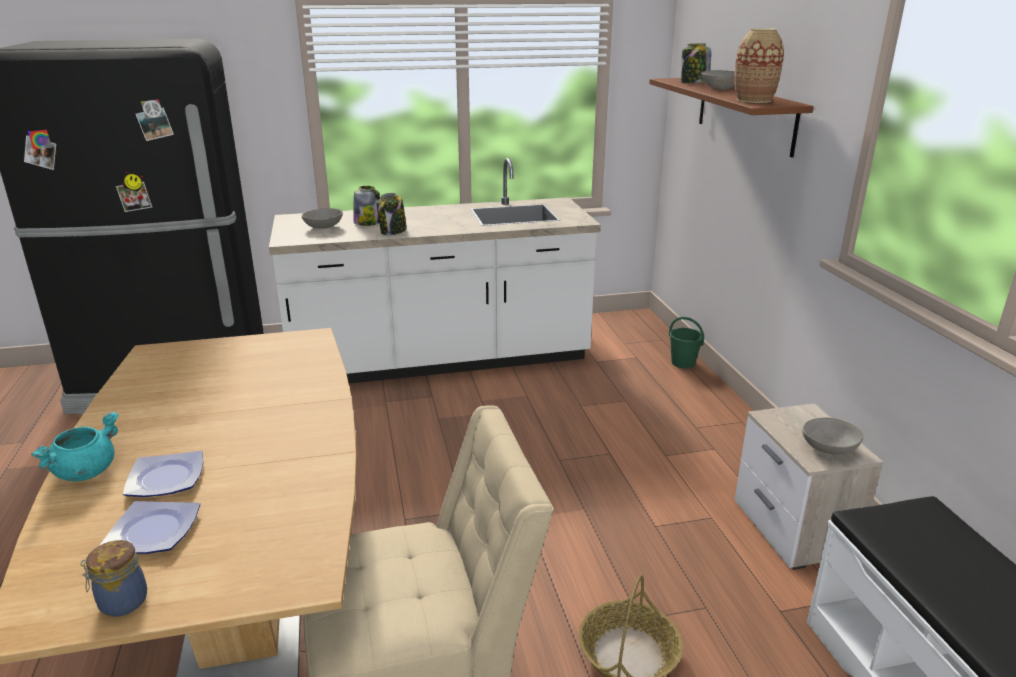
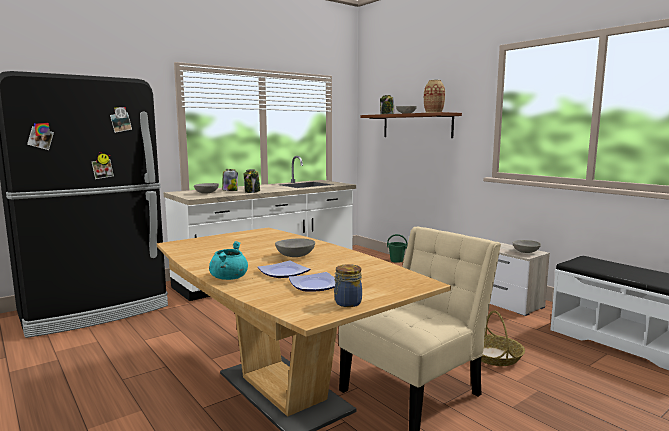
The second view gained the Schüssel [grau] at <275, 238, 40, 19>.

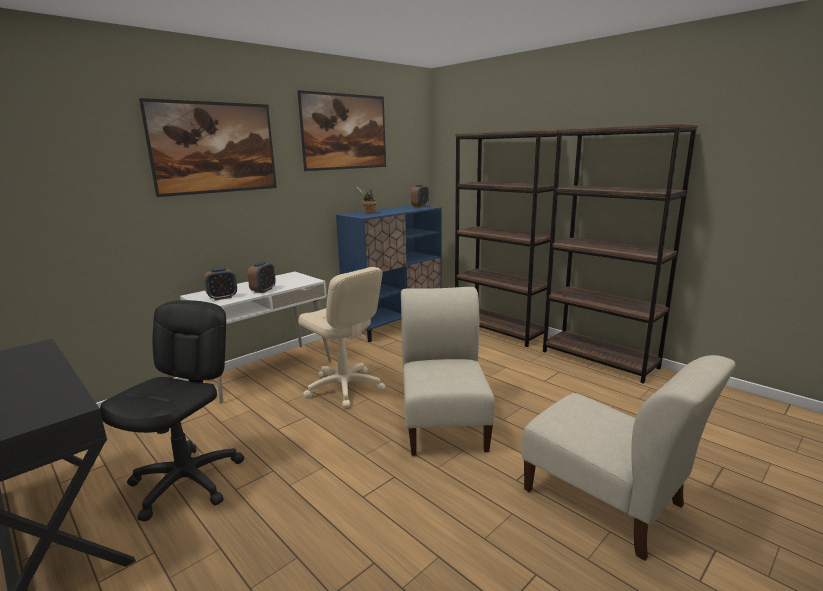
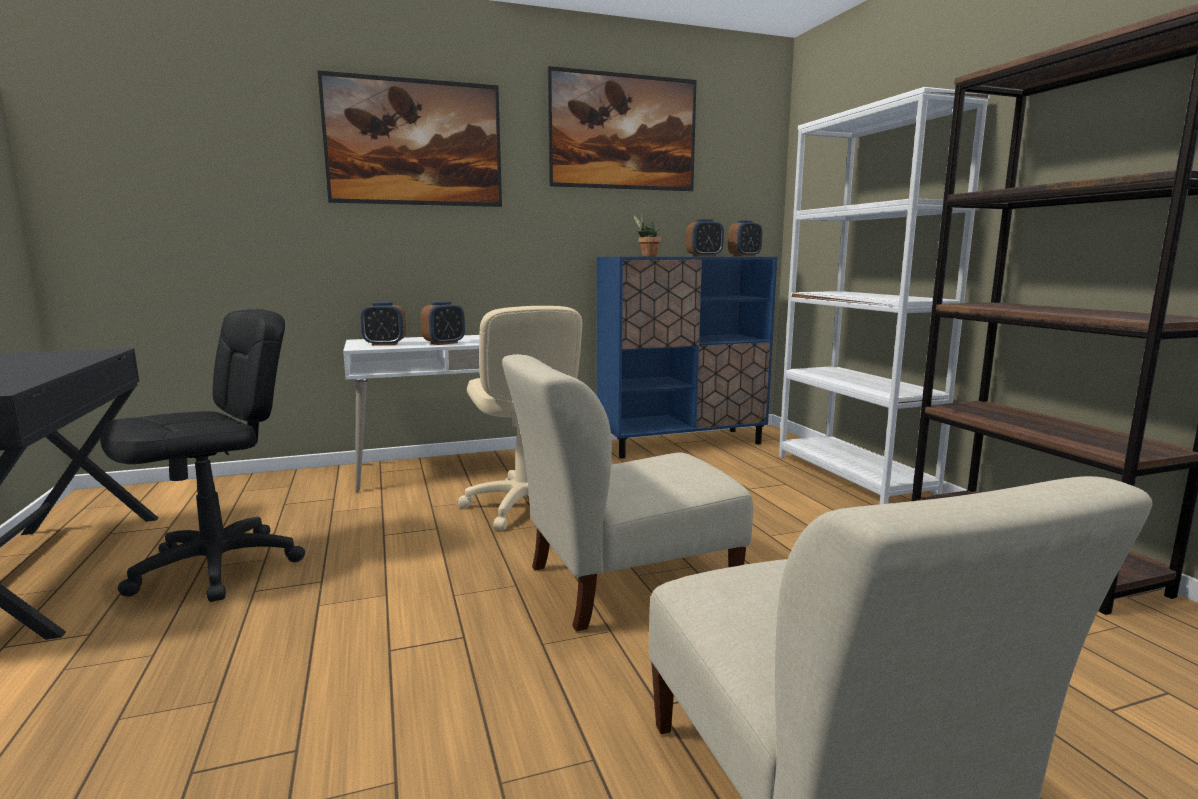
What was the Bücherregal [braun] at <455, 130, 102, 217> turned into the Bücherregal [weiß] at <779, 87, 211, 417>.
The Stuhl [beige] at <401, 287, 94, 169> ended up facing another way, 135 degrees counterclockwise from before.
The second view gained the Wecker at <686, 219, 38, 37>.

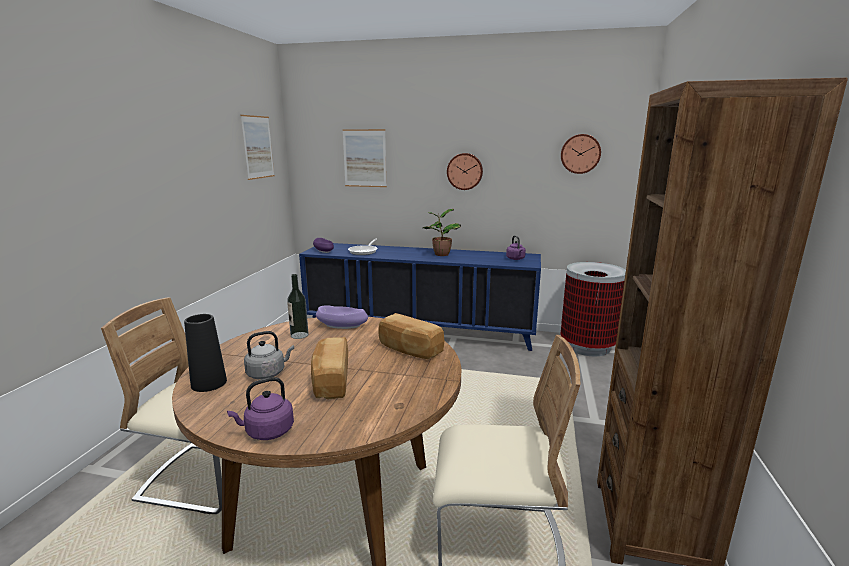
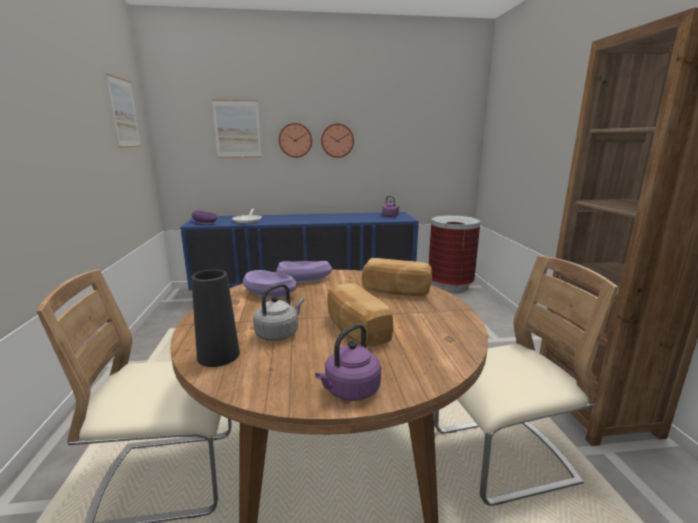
The Wanduhr ended up elsewhere, having gone from <561, 134, 40, 40> to <279, 123, 33, 35>.
The second view lost the Topfpflanze at <423, 209, 38, 47>.
Where the Flasche stood at <287, 274, 22, 65>, the Schüssel [lila] came to stand at <243, 270, 54, 29>.

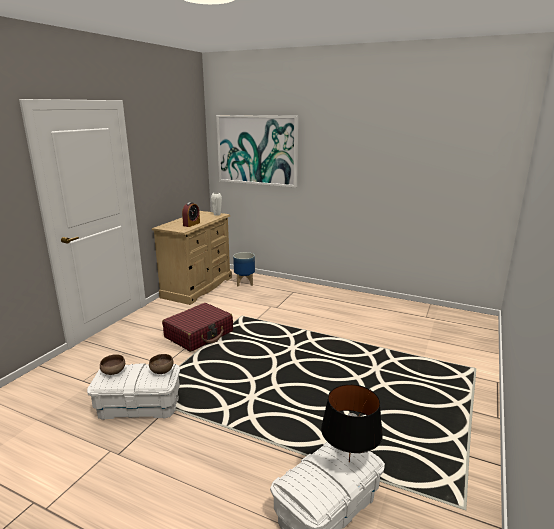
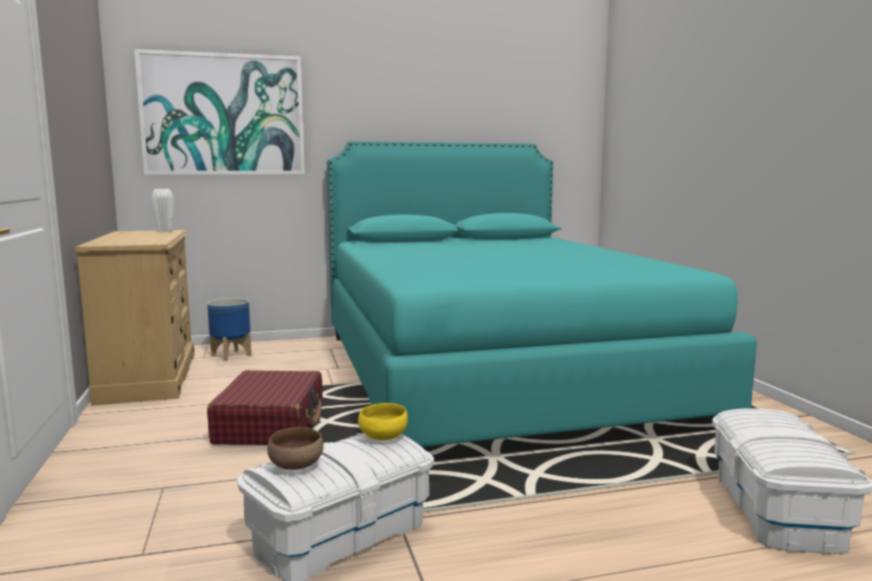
The second view lost the Wecker at <182, 202, 18, 25>.
What was the Schüssel [braun] at <149, 354, 25, 20> turned into the Schüssel [gelb] at <358, 403, 50, 37>.
The second view lost the Tischlampe [schwarz] at <321, 384, 62, 78>.
The second view gained the Bett [türkis] at <327, 141, 430, 306>.

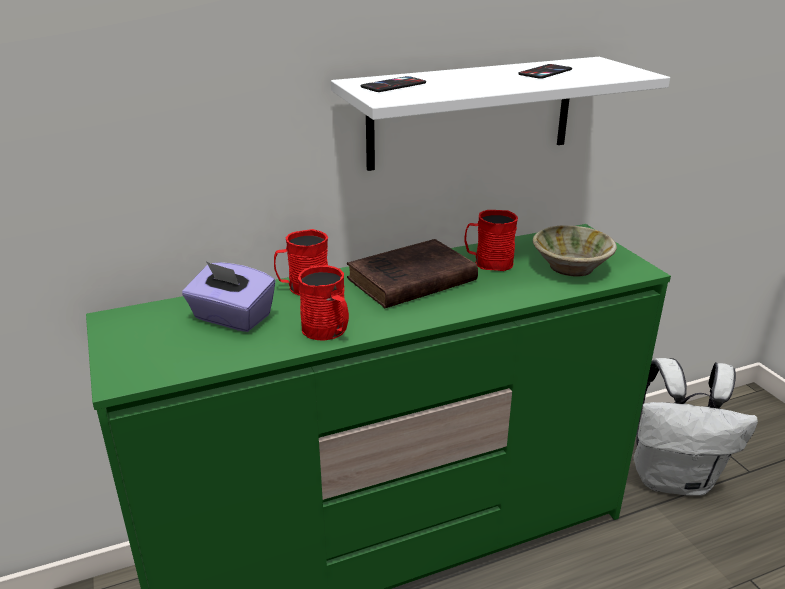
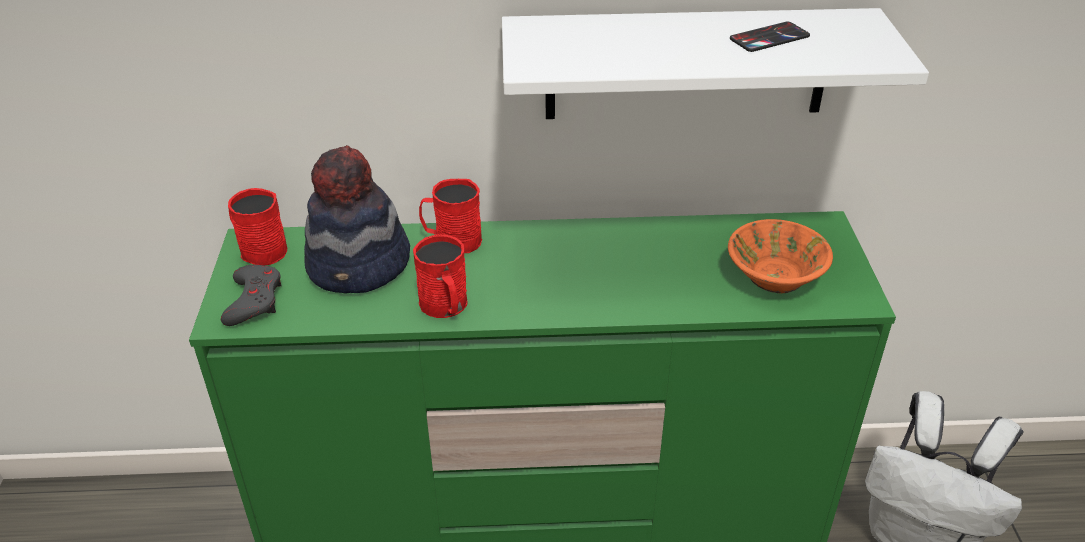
The second view lost the Handy at <361, 76, 65, 16>.
The Henkelbecher [rot] ended up elsewhere, having gone from <464, 210, 54, 61> to <228, 188, 59, 77>.
What was the Schüssel [beige] at <533, 225, 84, 52> turned into the Schüssel [orange] at <728, 219, 105, 74>.
The second view lost the Buch [braun] at <347, 239, 131, 69>.
Where the Taschentuchbox [lila] stood at <182, 261, 94, 71>, the Hut came to stand at <304, 145, 106, 149>.
The second view gained the Gamepad [grau] at <221, 265, 61, 61>.

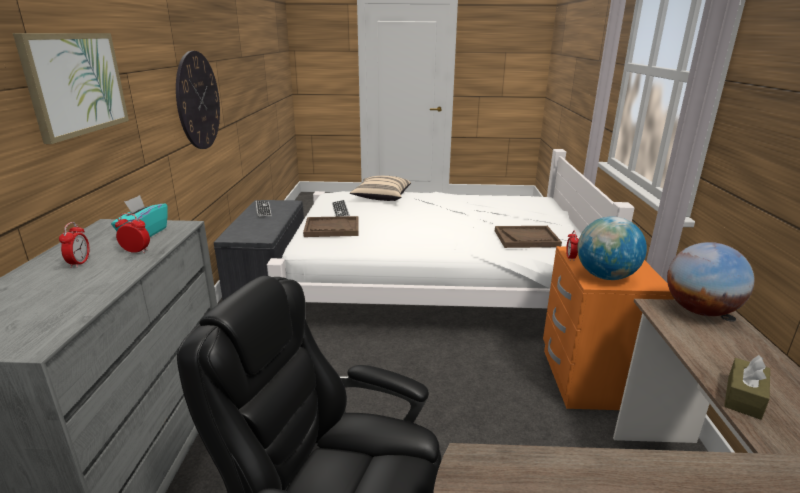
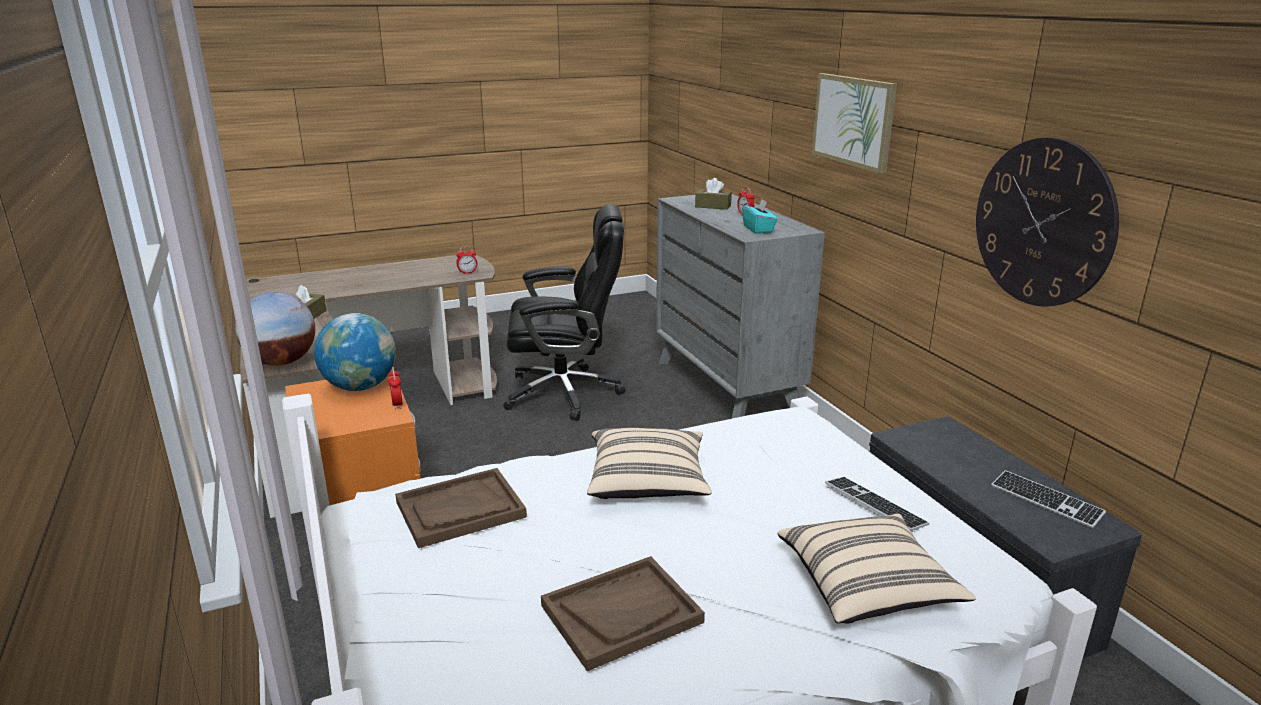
The Wecker ended up elsewhere, having gone from <115, 213, 35, 40> to <456, 246, 21, 28>.
The Tablett [braun] ended up elsewhere, having gone from <303, 216, 56, 21> to <541, 556, 164, 115>.
The second view gained the Taschentuchbox [braun] at <695, 178, 37, 32>.
The second view gained the Kissen [beige] at <587, 428, 125, 71>.

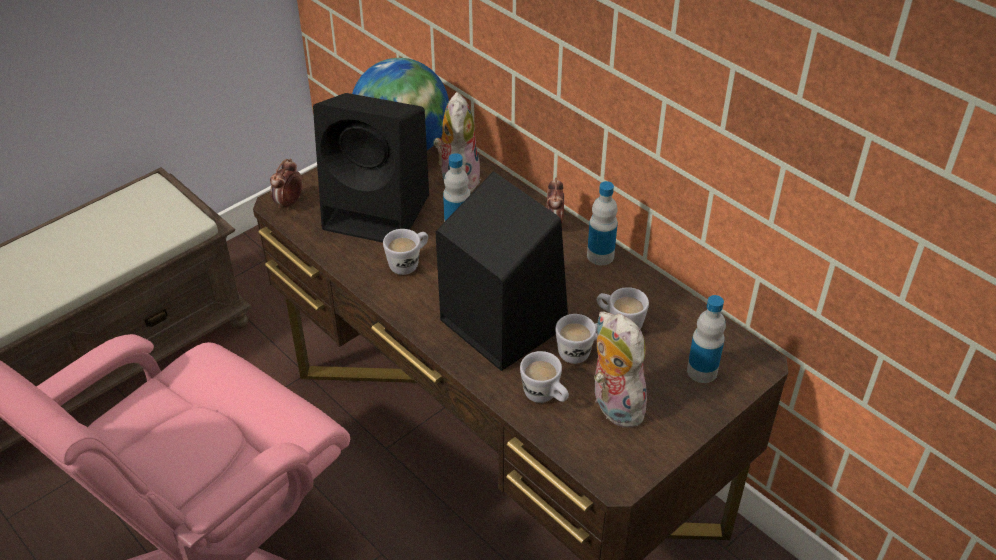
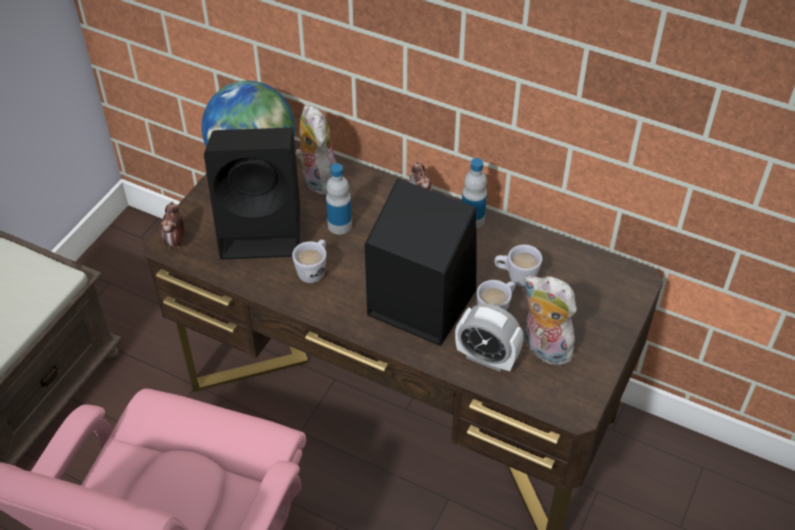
The second view lost the Flasche at <687, 295, 39, 88>.
Where the Henkelbecher [weiß] stood at <520, 351, 49, 52>, the Wecker came to stand at <455, 303, 69, 69>.

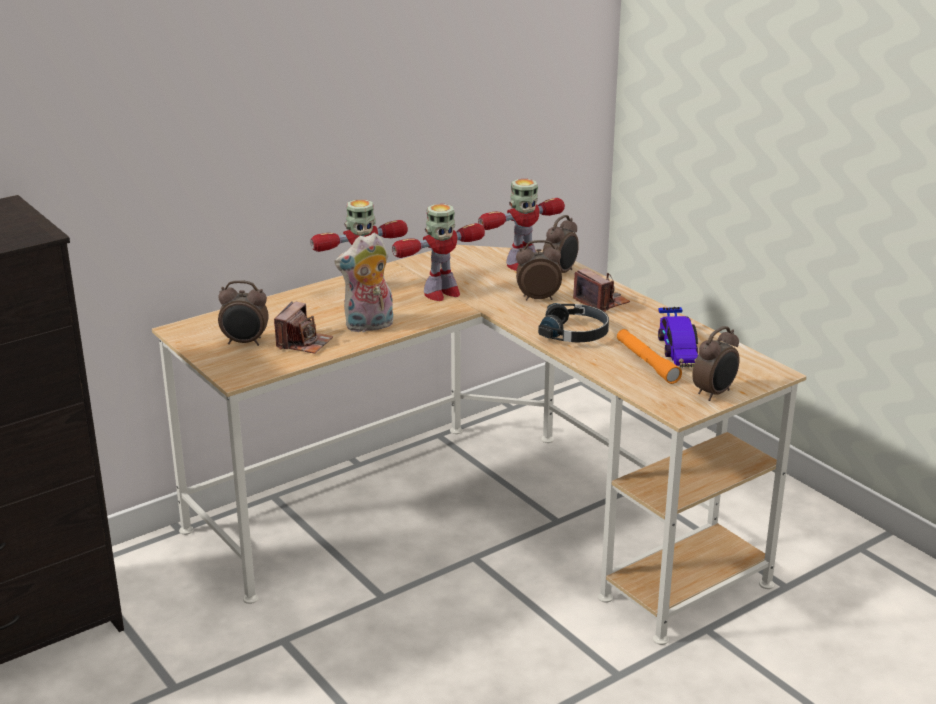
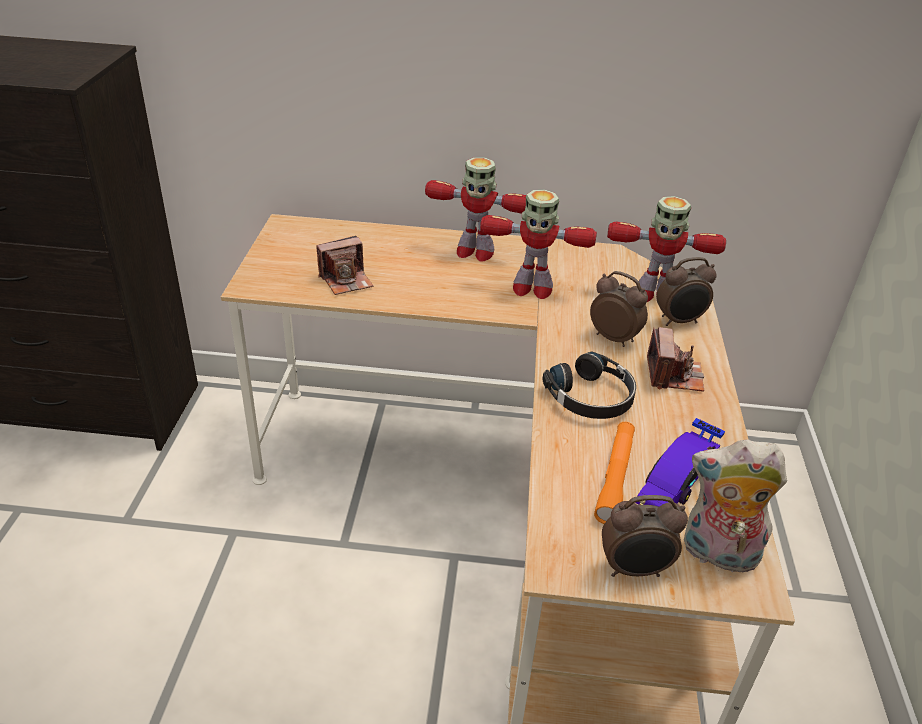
The Plüschtier ended up elsewhere, having gone from <335, 233, 58, 99> to <684, 439, 103, 138>.
The second view lost the Wecker at <218, 280, 51, 66>.

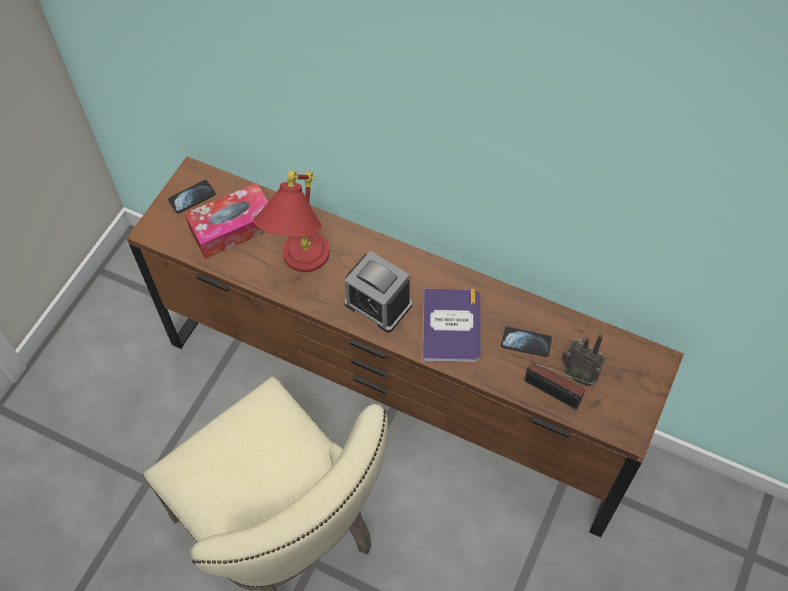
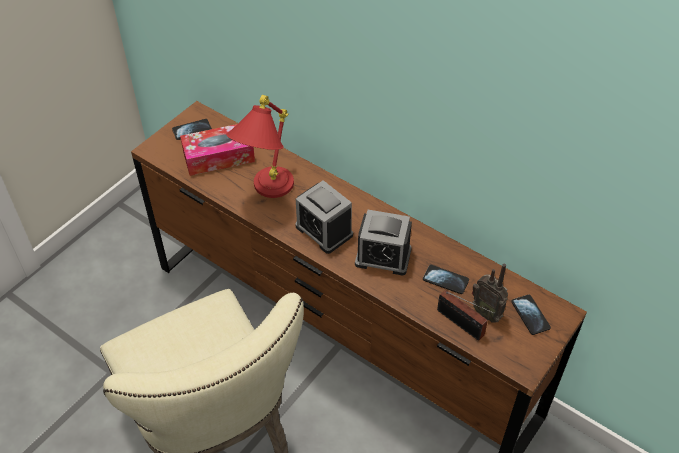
Where the Buch stood at <422, 288, 59, 74>, the Wecker came to stand at <355, 210, 57, 66>.
The second view gained the Handy at <511, 294, 40, 41>.

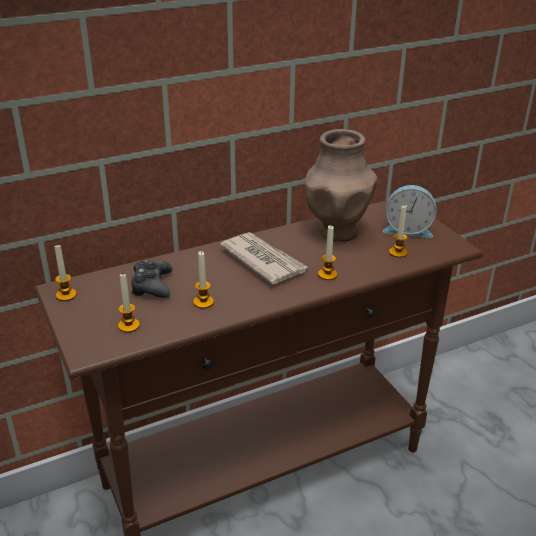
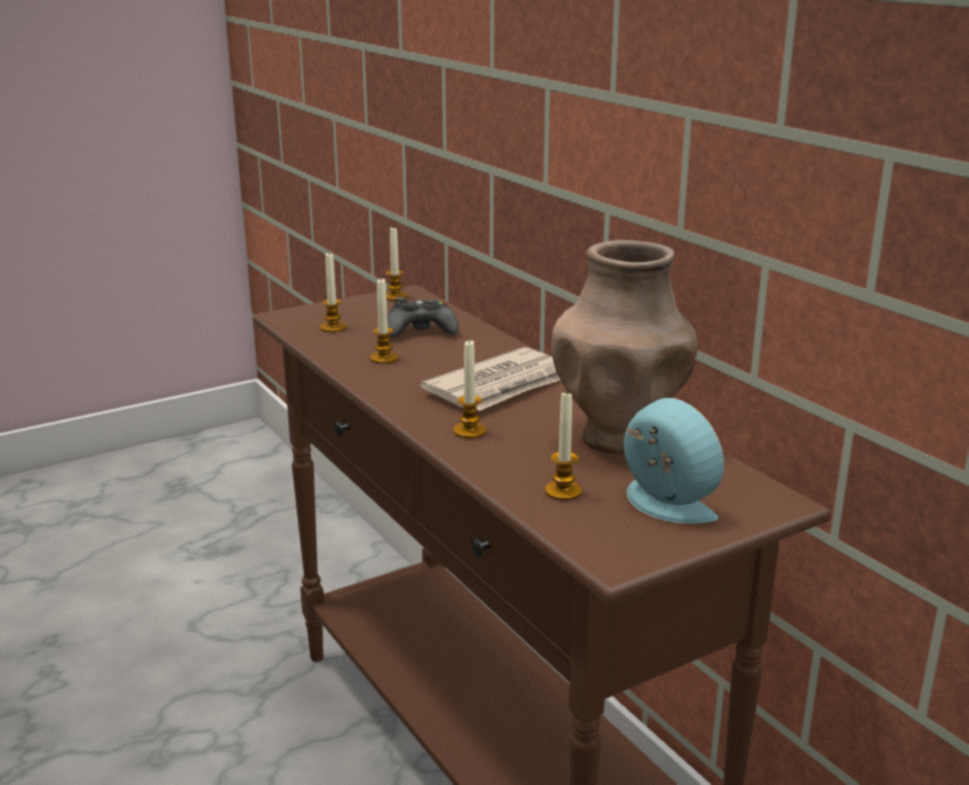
The Wecker at <383, 185, 54, 53> ended up facing another way, 135 degrees clockwise from before.

